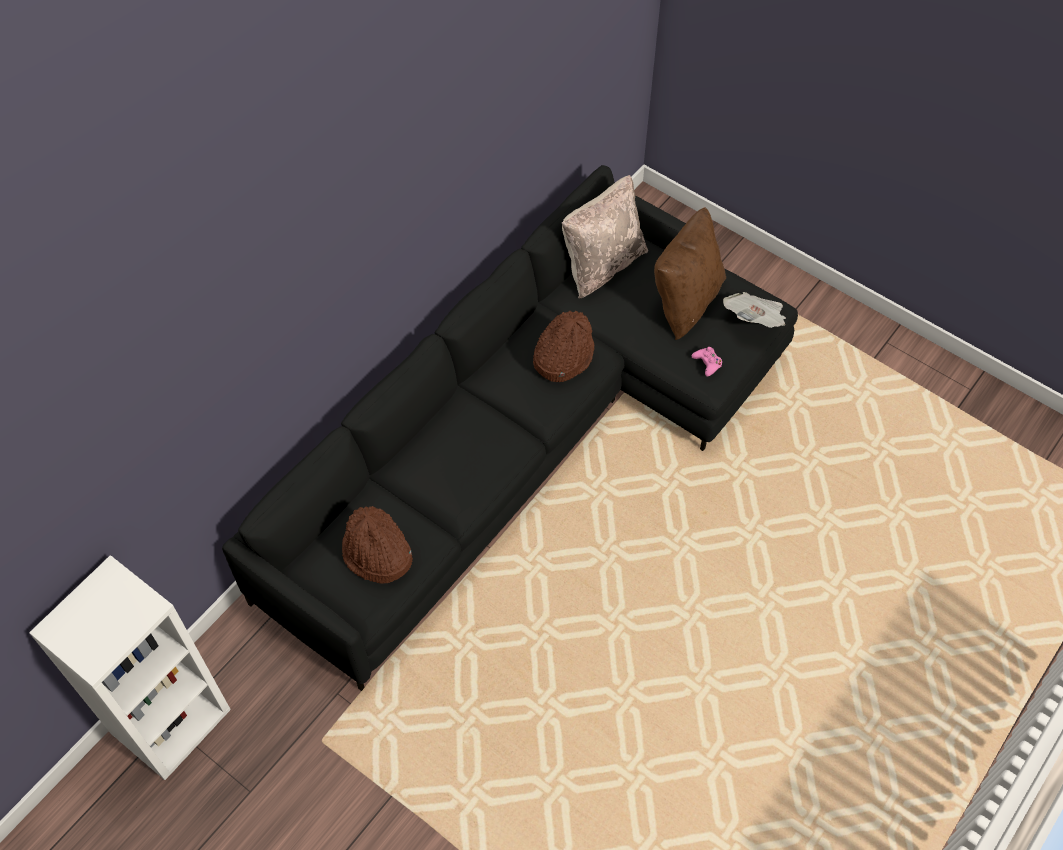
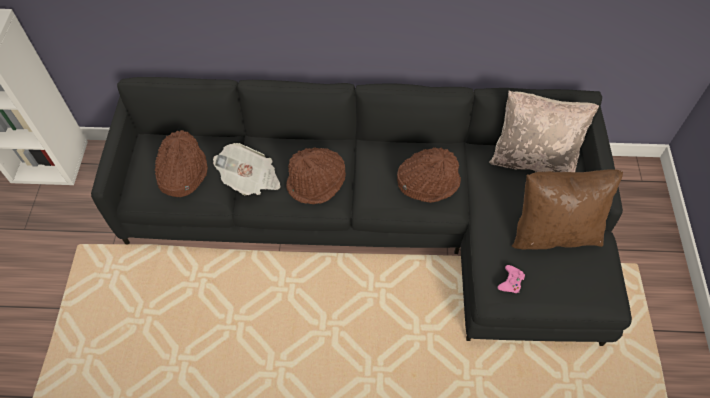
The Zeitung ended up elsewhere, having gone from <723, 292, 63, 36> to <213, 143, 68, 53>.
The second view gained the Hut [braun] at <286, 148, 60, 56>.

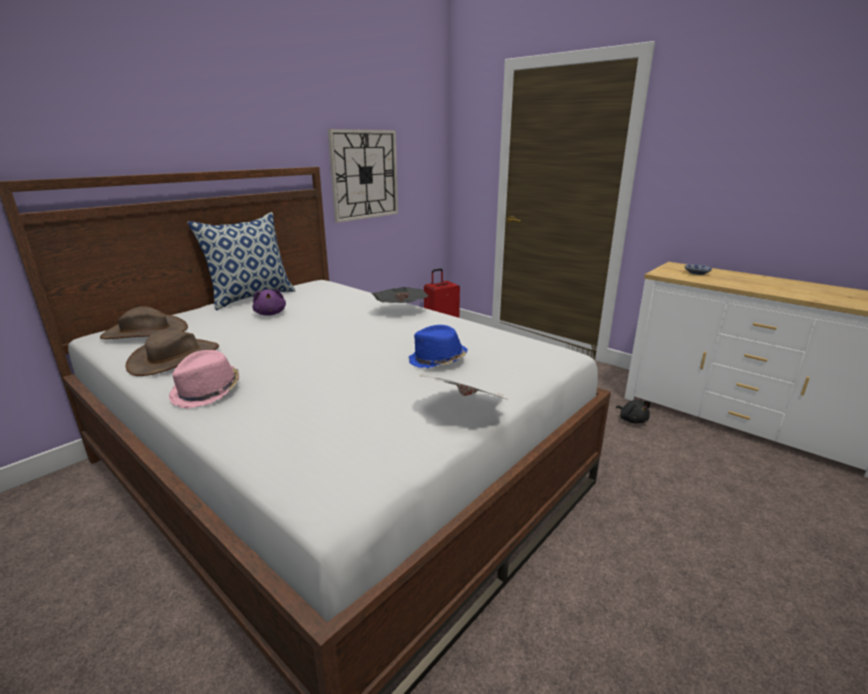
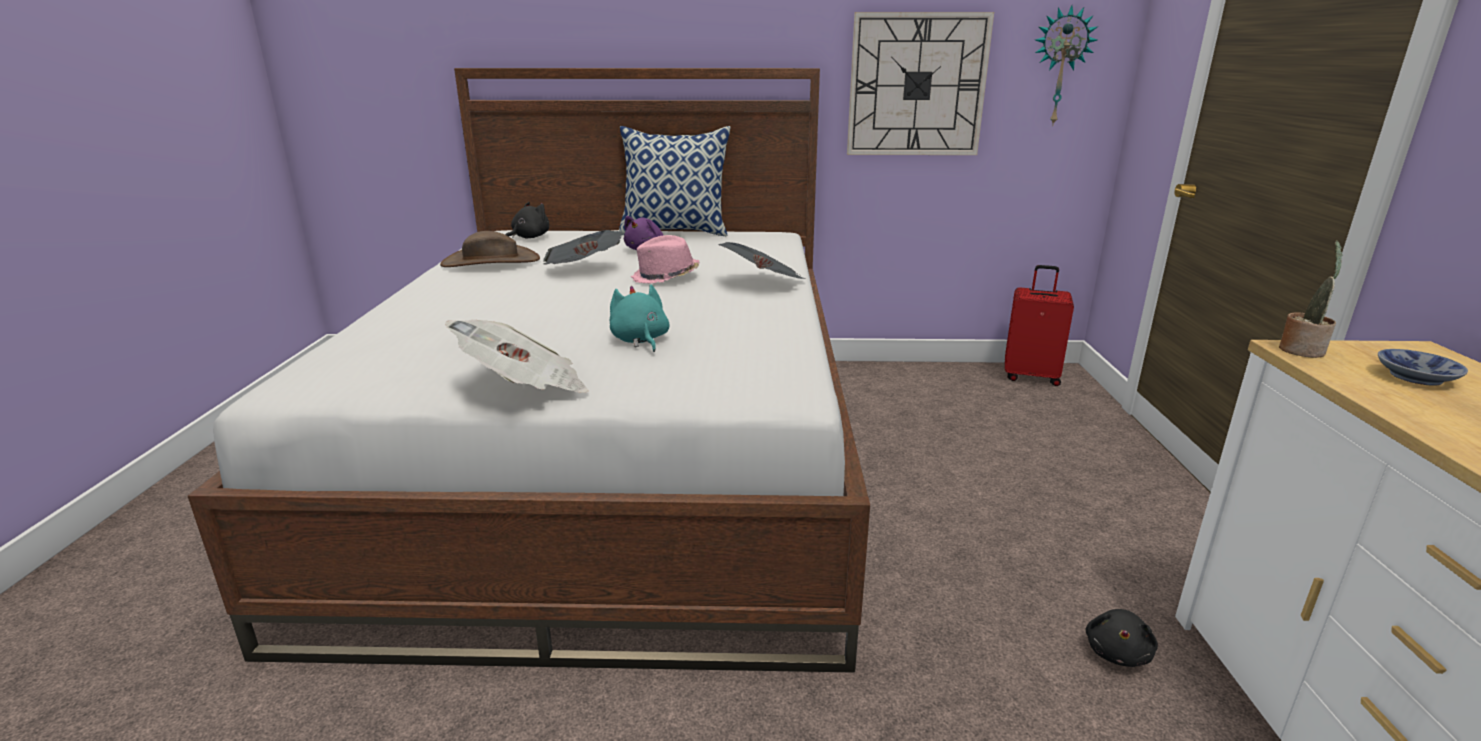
Where the Hut [braun] stood at <100, 306, 88, 33>, the Plüschtier [schwarz] came to stand at <505, 202, 44, 37>.
Where the Hut [blau] stood at <409, 325, 59, 44>, the Plüschtier [türkis] came to stand at <610, 285, 60, 67>.
The Hut [rosa] ended up elsewhere, having gone from <169, 350, 70, 59> to <631, 235, 69, 48>.
The second view gained the Wanduhr at <1035, 5, 62, 121>.
The second view gained the Zeitung at <543, 230, 79, 35>.
The second view gained the Topfpflanze at <1279, 240, 63, 118>.

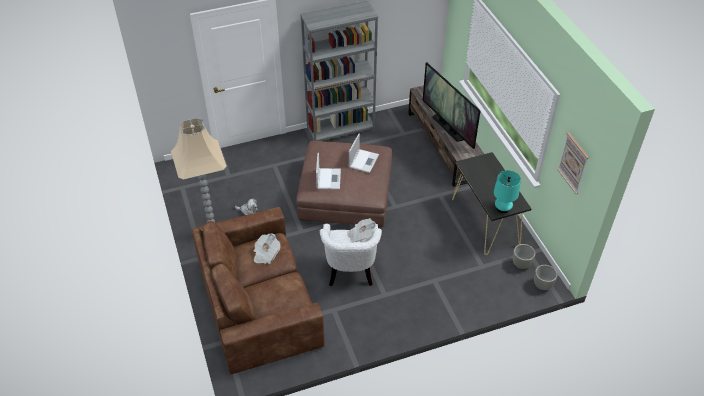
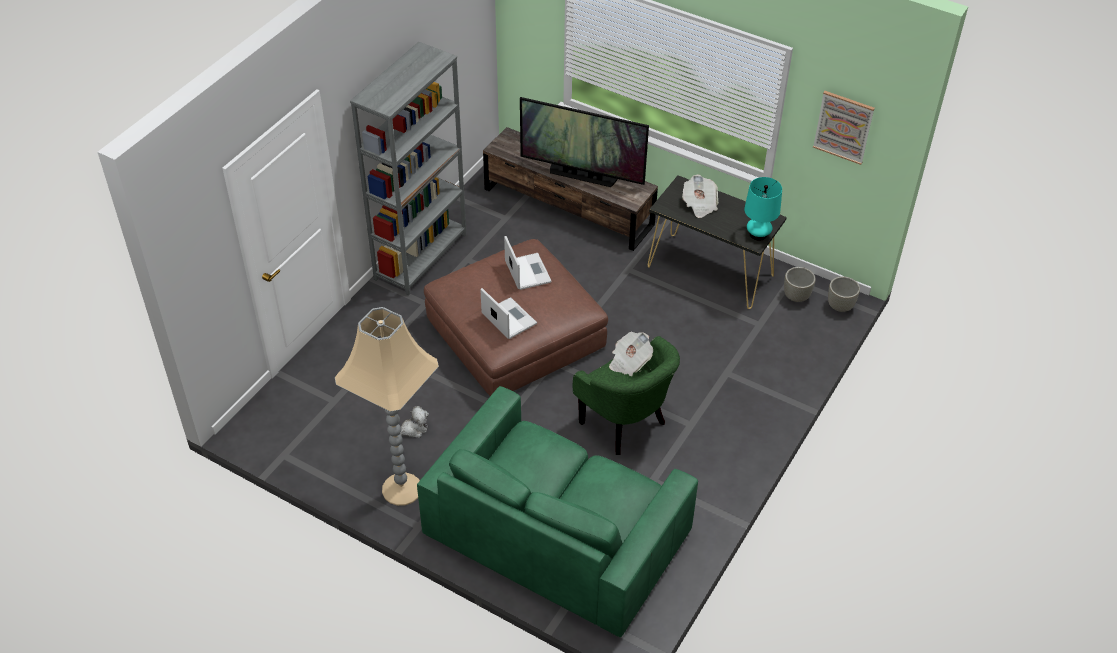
What was the Sofa [braun] at <191, 207, 134, 167> turned into the Sofa [grün] at <417, 386, 281, 251>.
What was the Sessel [weiß] at <320, 224, 62, 62> turned into the Sessel [grün] at <573, 336, 107, 119>.
The Zeitung ended up elsewhere, having gone from <254, 233, 26, 31> to <682, 175, 36, 43>.

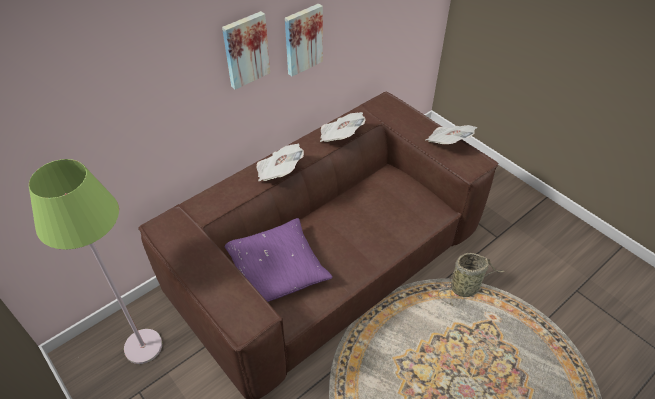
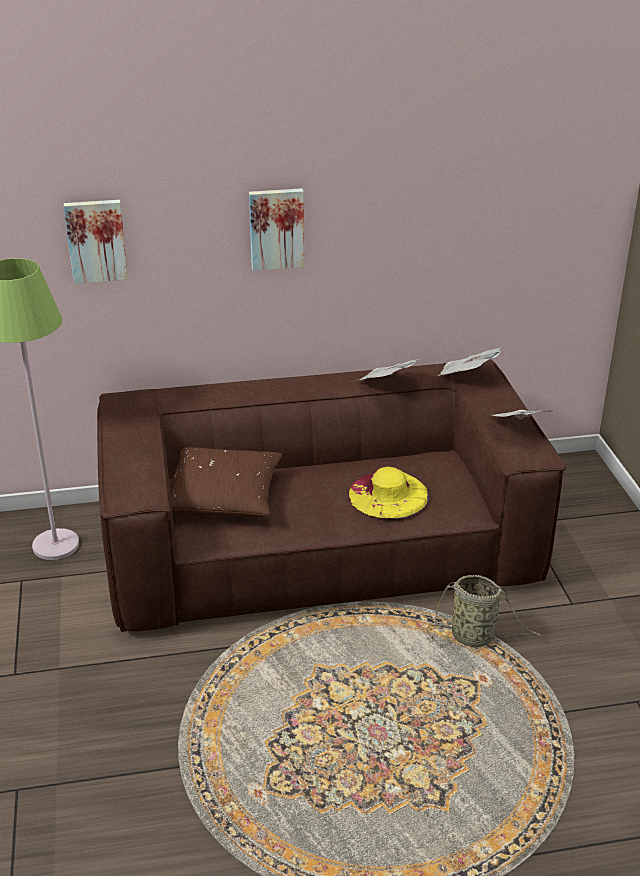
The Bild ended up elsewhere, having gone from <285, 4, 38, 72> to <64, 200, 64, 84>.
The Zeitung ended up elsewhere, having gone from <256, 144, 48, 37> to <438, 348, 63, 28>.
What was the Kissen [lila] at <225, 218, 108, 84> turned into the Kissen [braun] at <170, 447, 113, 70>.
The second view gained the Hut [gelb] at <348, 466, 81, 53>.

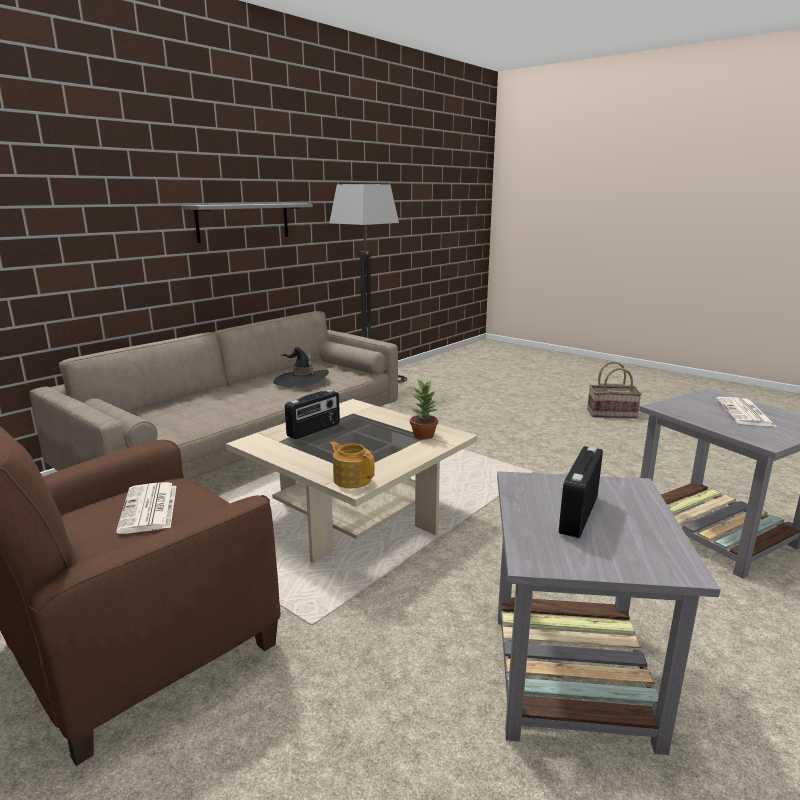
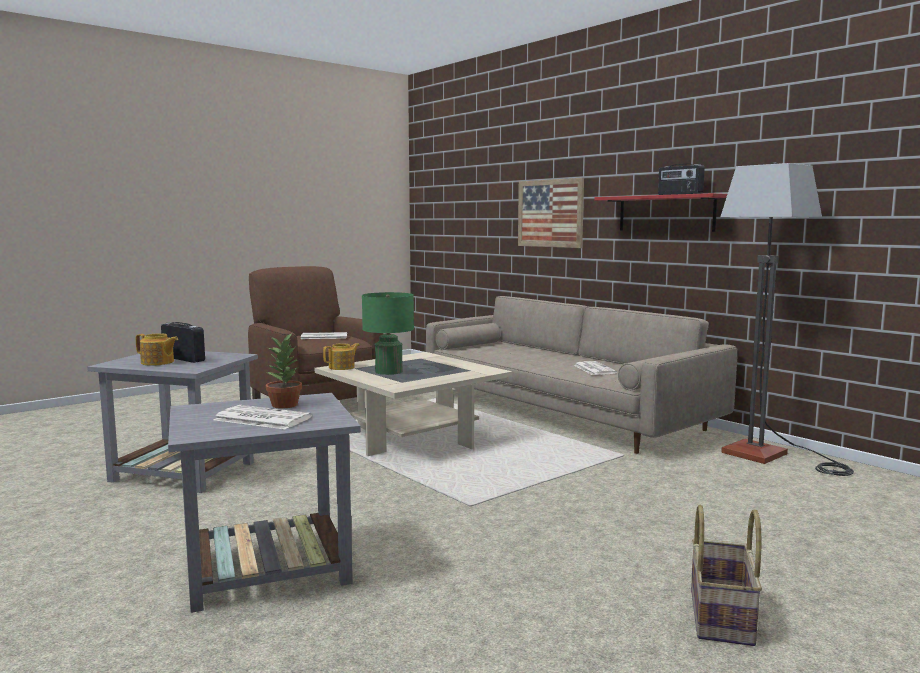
What was the Wandregal [grau] at <181, 203, 132, 40> turned into the Wandregal [rot] at <594, 193, 133, 39>.
Where the Hut [schwarz] stood at <273, 347, 56, 40>, the Zeitung came to stand at <574, 361, 43, 14>.
The Topfpflanze ended up elsewhere, having gone from <410, 378, 28, 61> to <265, 333, 37, 76>.
The Radio ended up elsewhere, having gone from <285, 390, 55, 49> to <658, 164, 47, 31>.
The second view gained the Bild at <518, 178, 66, 70>.
The second view gained the Tischlampe [grün] at <362, 292, 52, 83>.
The second view gained the Teekanne at <136, 333, 42, 33>.

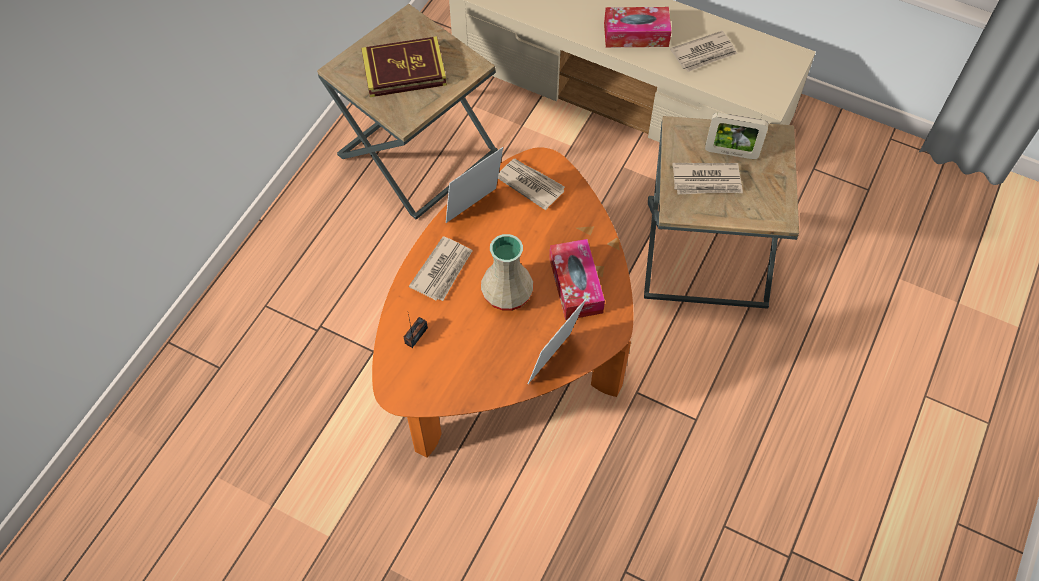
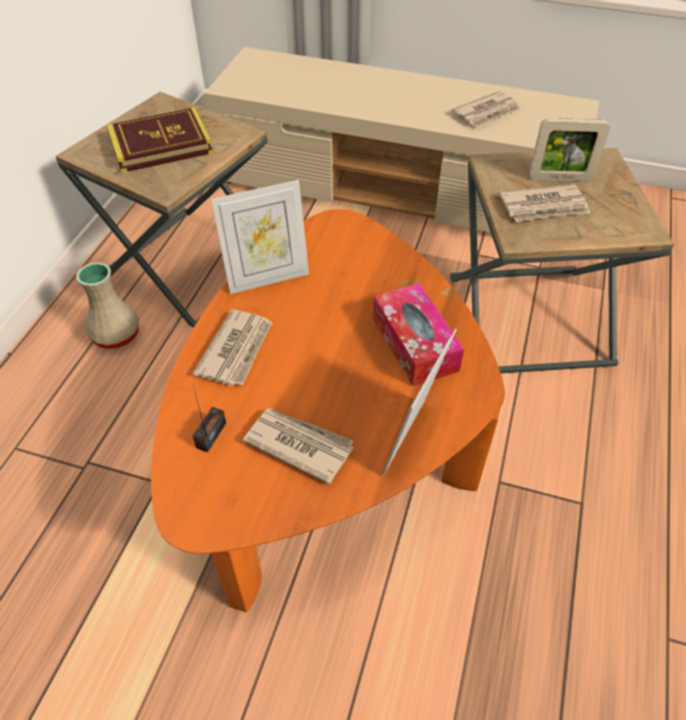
The second view lost the Taschentuchbox at <604, 7, 68, 41>.
The Bilderrahmen at <446, 147, 57, 76> ended up facing another way, 150 degrees counterclockwise from before.
The Zeitung ended up elsewhere, having gone from <498, 159, 67, 51> to <243, 408, 111, 77>.
The Vase [beige] ended up elsewhere, having gone from <481, 234, 52, 77> to <76, 262, 63, 87>.

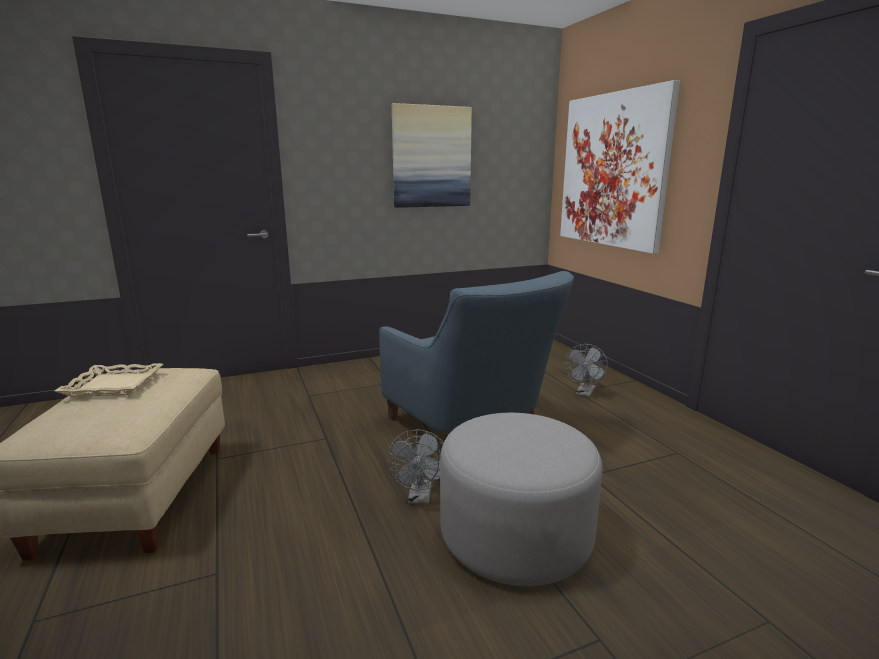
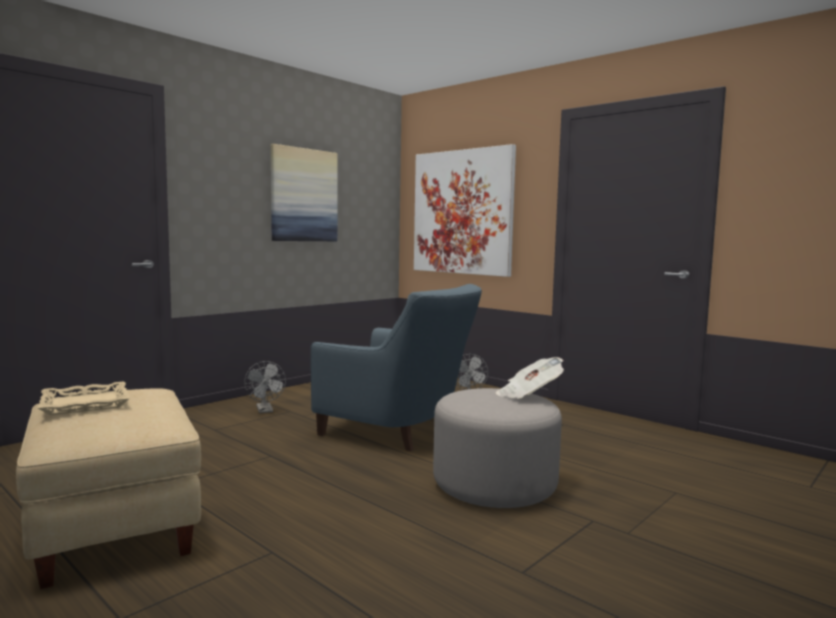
The Ventilator [grau] ended up elsewhere, having gone from <387, 429, 56, 76> to <244, 361, 42, 52>.
The second view gained the Zeitung at <496, 357, 68, 42>.

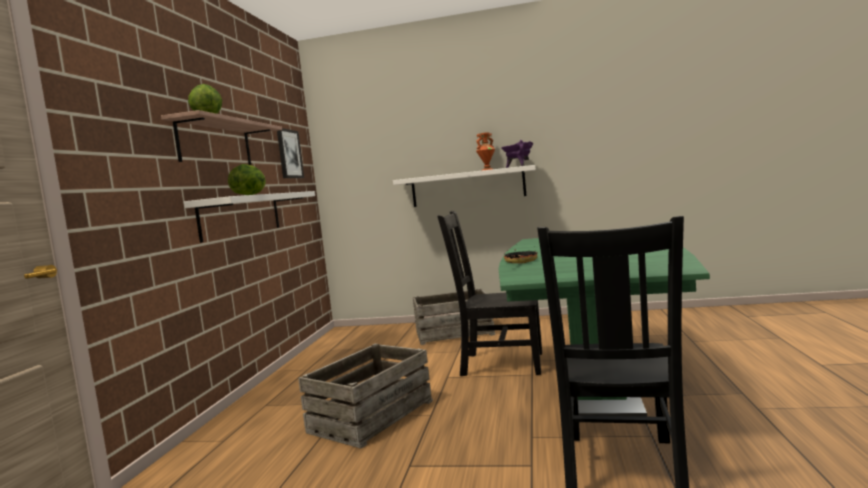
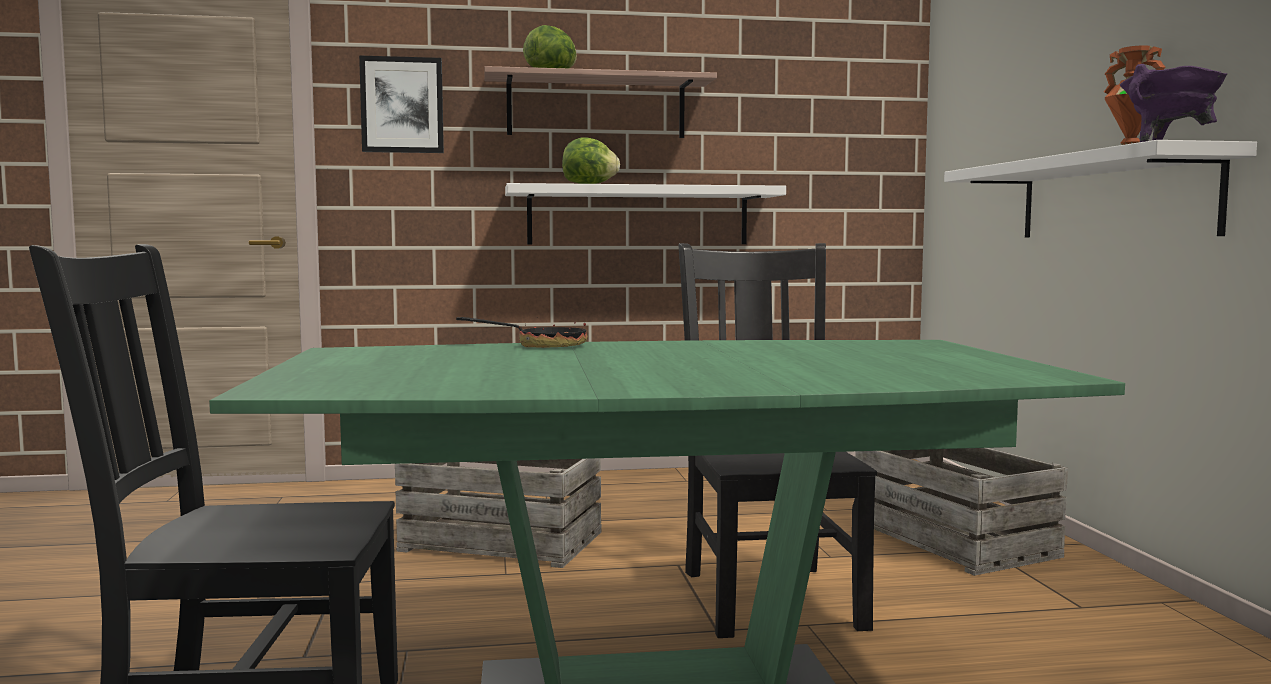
The Bild ended up elsewhere, having gone from <277, 128, 27, 50> to <359, 55, 85, 98>.

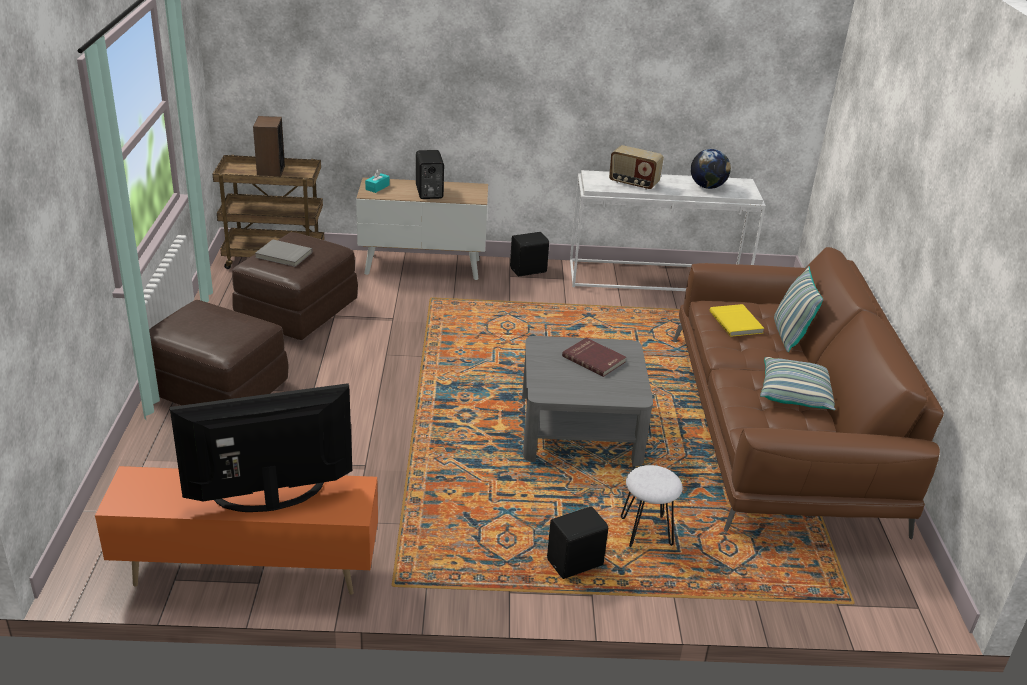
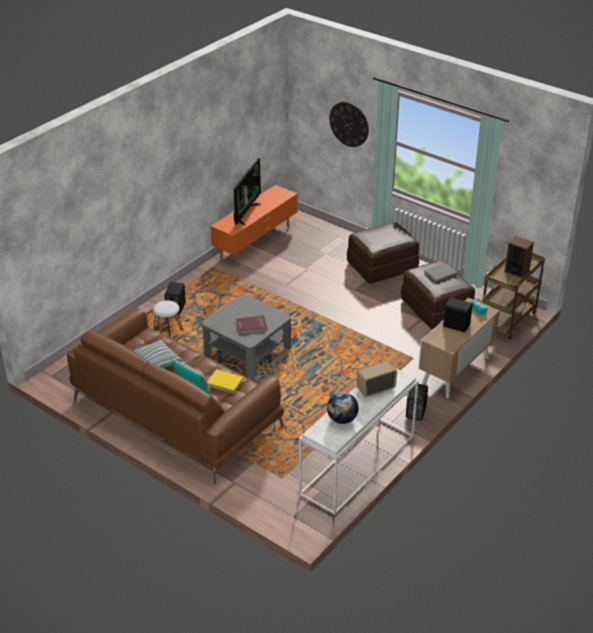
The second view gained the Wanduhr at <329, 102, 40, 45>.

